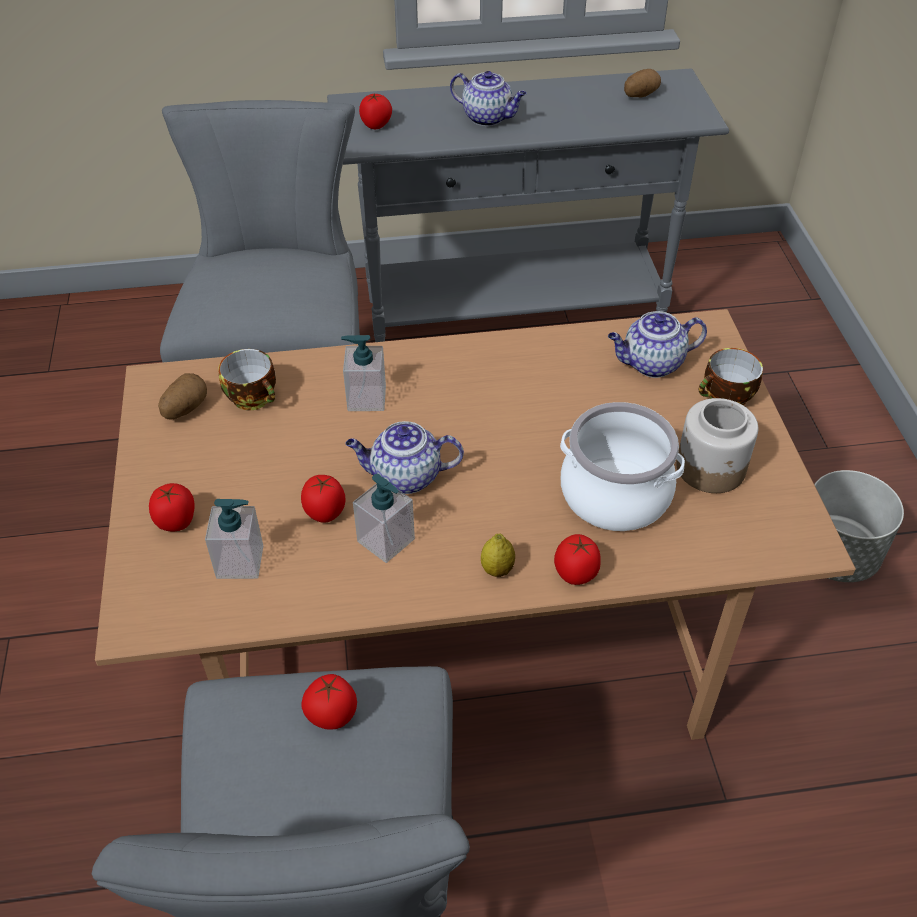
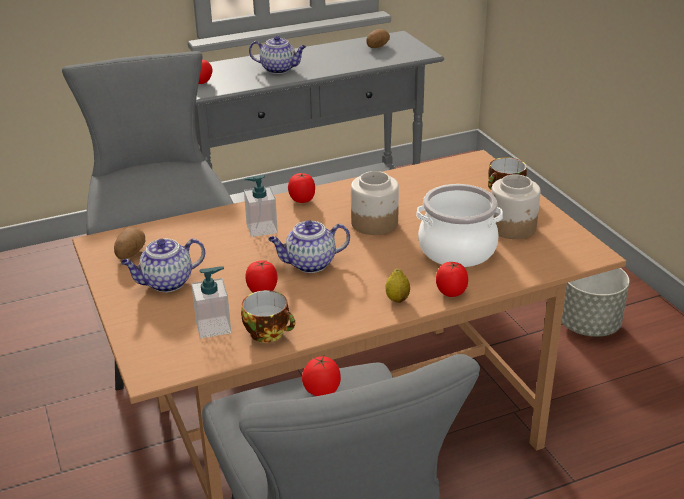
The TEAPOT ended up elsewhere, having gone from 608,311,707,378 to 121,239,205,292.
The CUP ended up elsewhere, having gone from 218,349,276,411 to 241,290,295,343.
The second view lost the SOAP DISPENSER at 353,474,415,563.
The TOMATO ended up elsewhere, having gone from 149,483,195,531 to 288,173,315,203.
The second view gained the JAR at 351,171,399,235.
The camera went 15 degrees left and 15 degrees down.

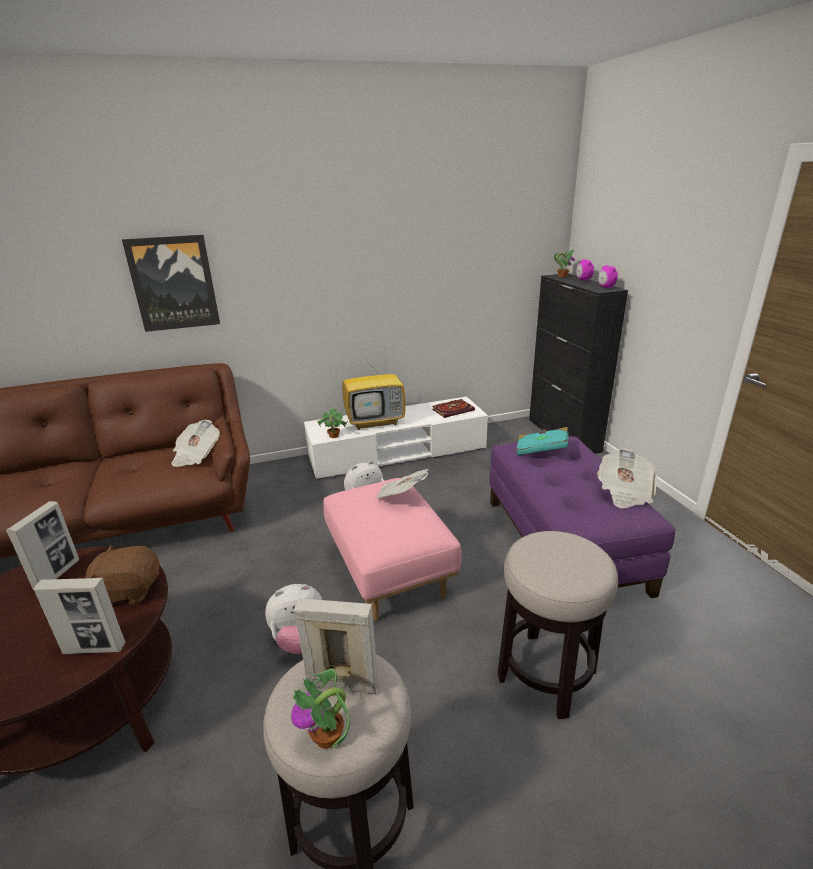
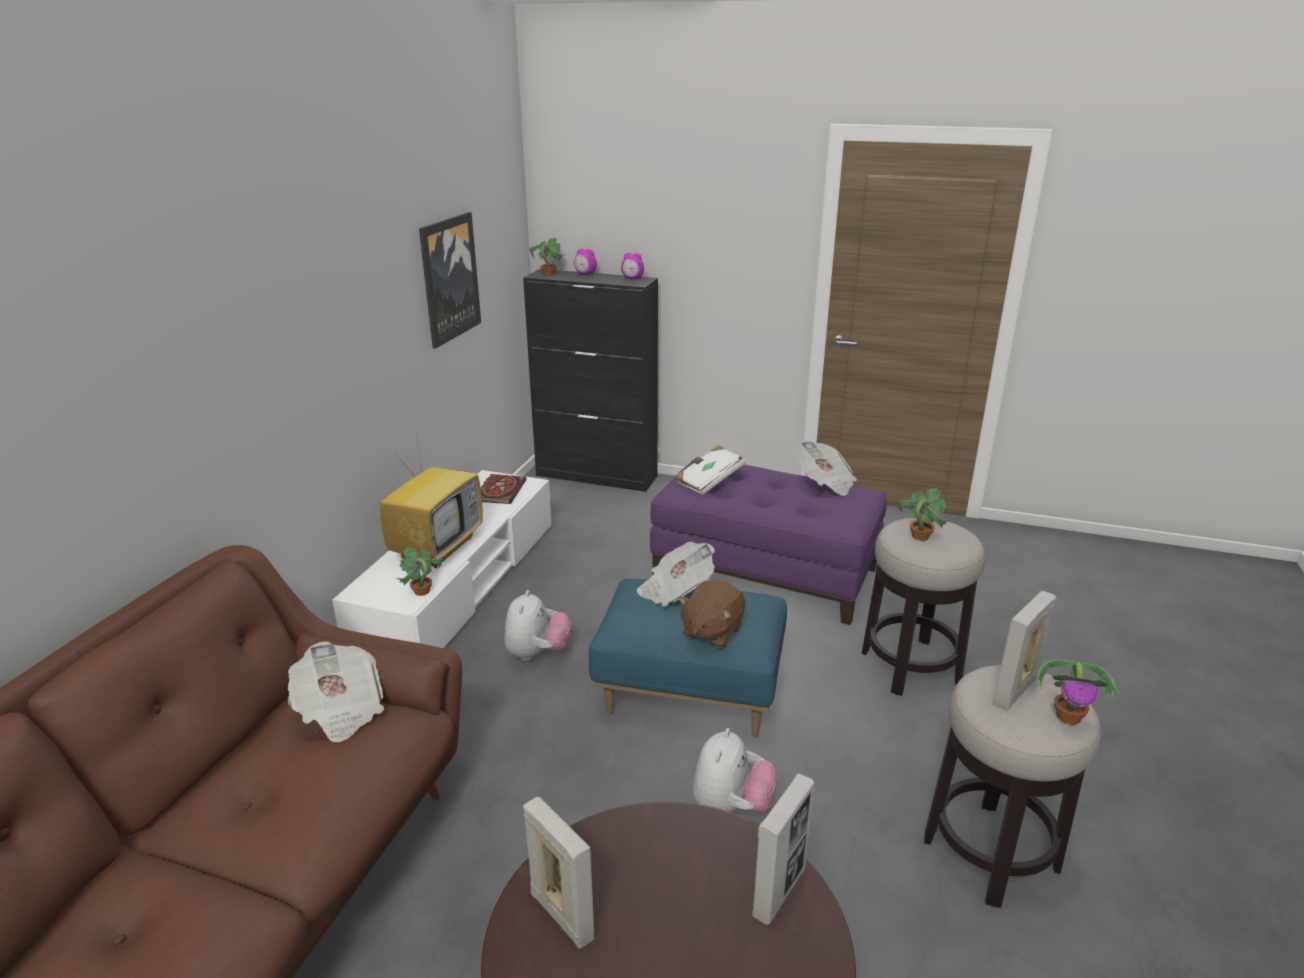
The PICTURE ended up elsewhere, having gone from 122,235,220,332 to 419,212,481,349.
What was the TURQUOISE BOOK at 516,427,569,455 turned into the WHITE BOOK at 675,445,746,495.
What was the PINK OTTOMAN at 323,478,461,622 turned into the BLUE OTTOMAN at 589,578,787,737.
The BROWN PLUSH TOY ended up elsewhere, having gone from 84,545,160,605 to 678,580,745,648.
The second view gained the POTTED PLANT at 898,488,951,541.
The camera went 55 degrees left and 0 degrees up.

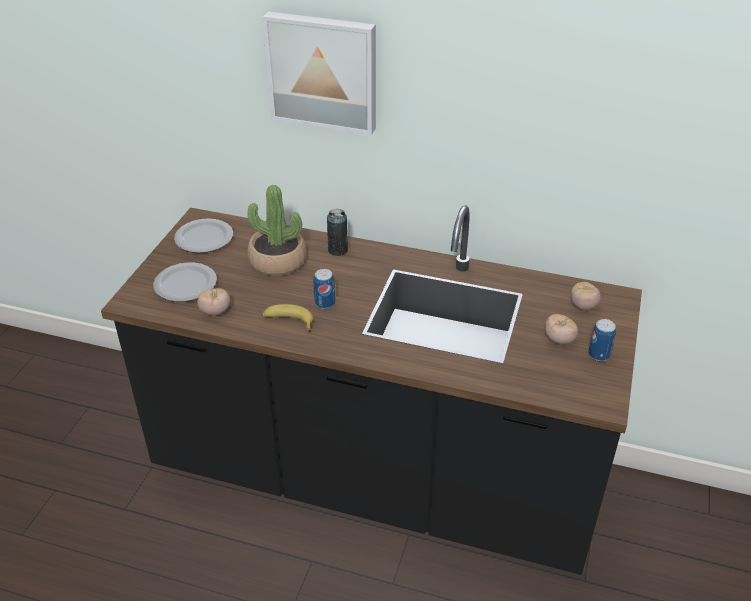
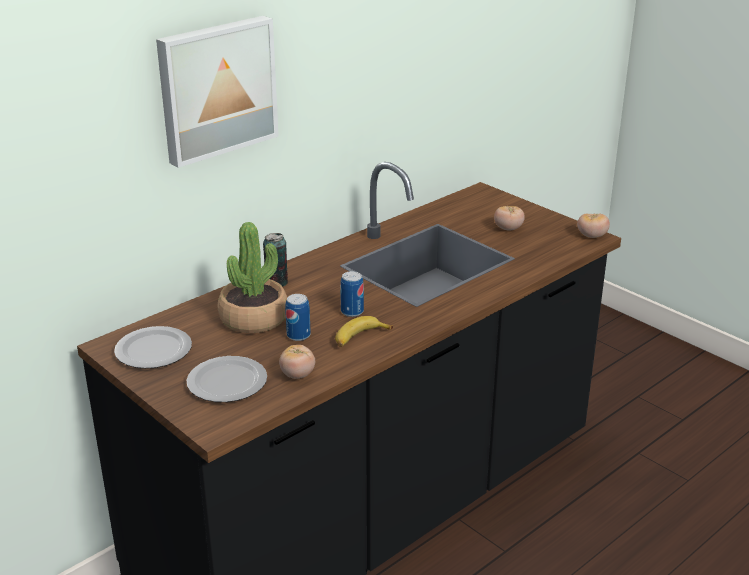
The TOMATO ended up elsewhere, having gone from 570,282,601,310 to 577,213,610,238.
The CAN ended up elsewhere, having gone from 588,319,616,361 to 285,294,311,341.
The camera went 60 degrees left and 10 degrees down.

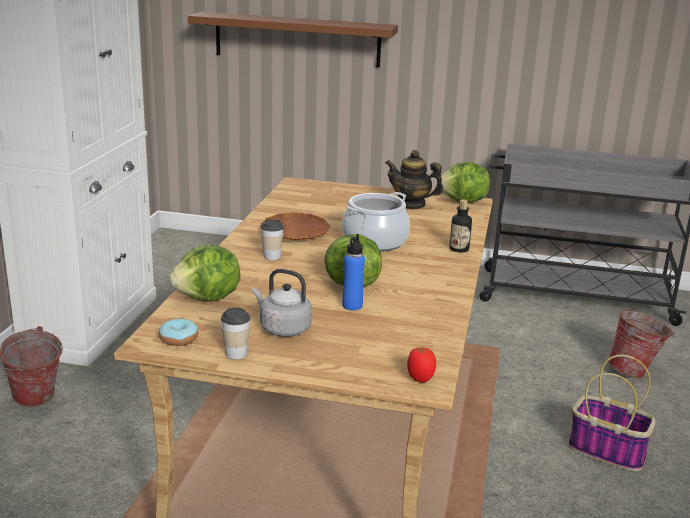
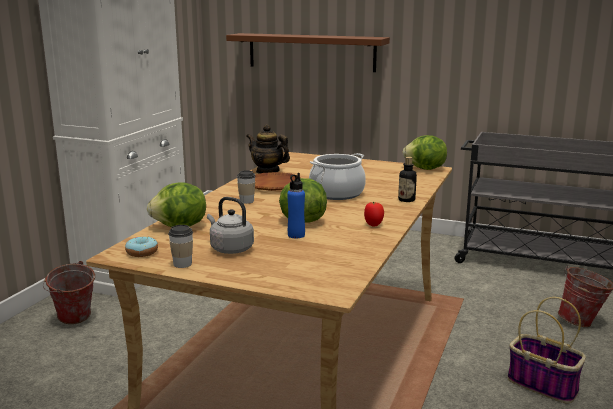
The TEAPOT ended up elsewhere, having gone from 386,150,444,209 to 246,125,290,174.
The TOMATO ended up elsewhere, having gone from 407,347,436,383 to 364,202,384,226.
The camera went 10 degrees right and 5 degrees down.

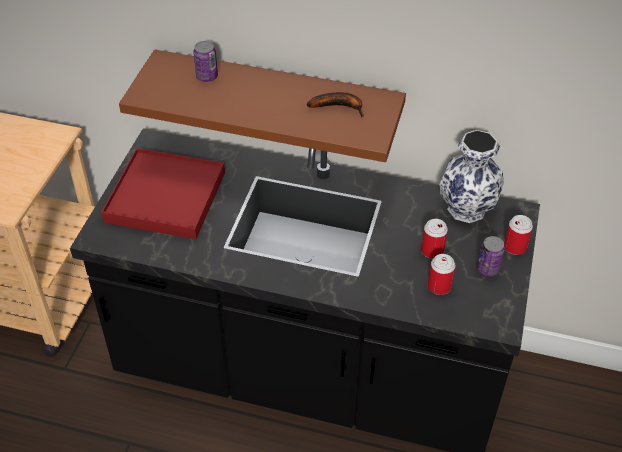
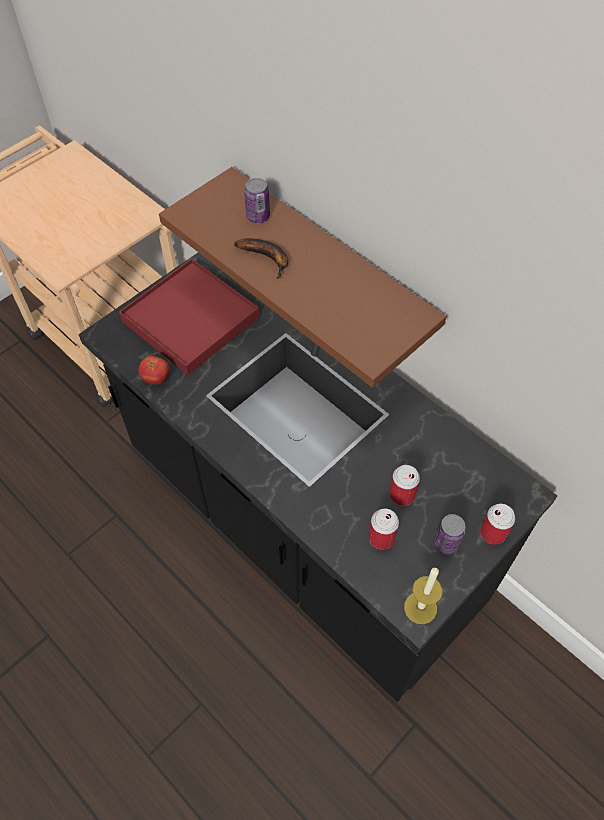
The BANANA ended up elsewhere, having gone from 307,92,364,118 to 234,238,288,279.
The second view lost the VASE at 439,130,504,223.
The second view gained the TOMATO at 139,356,170,385.
The second view gained the CANDLE at 404,568,442,624.
The camera went 30 degrees right and 10 degrees up.

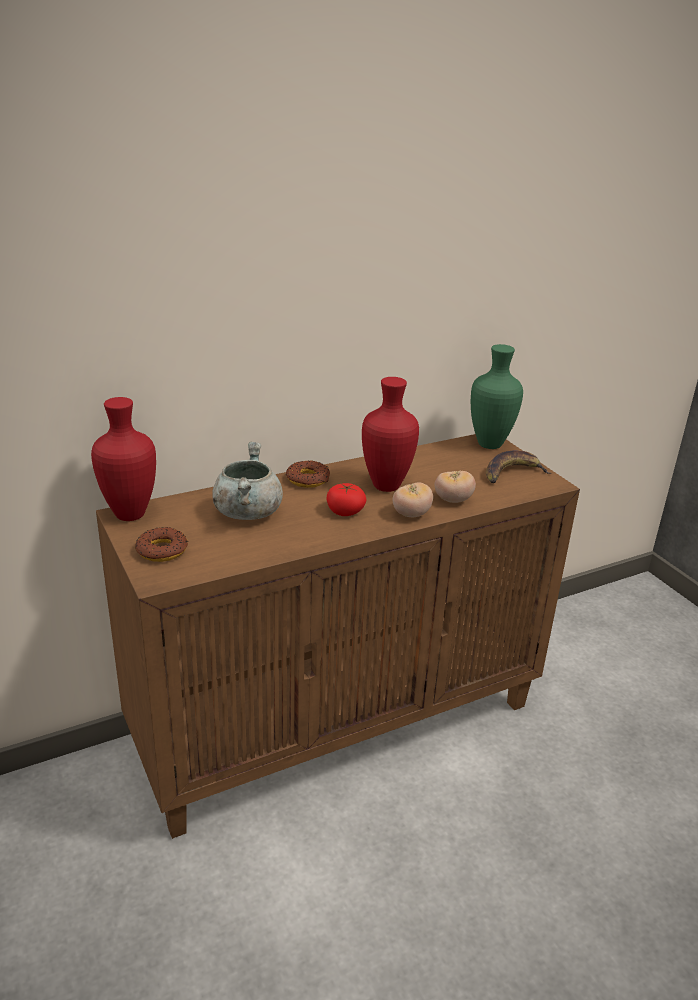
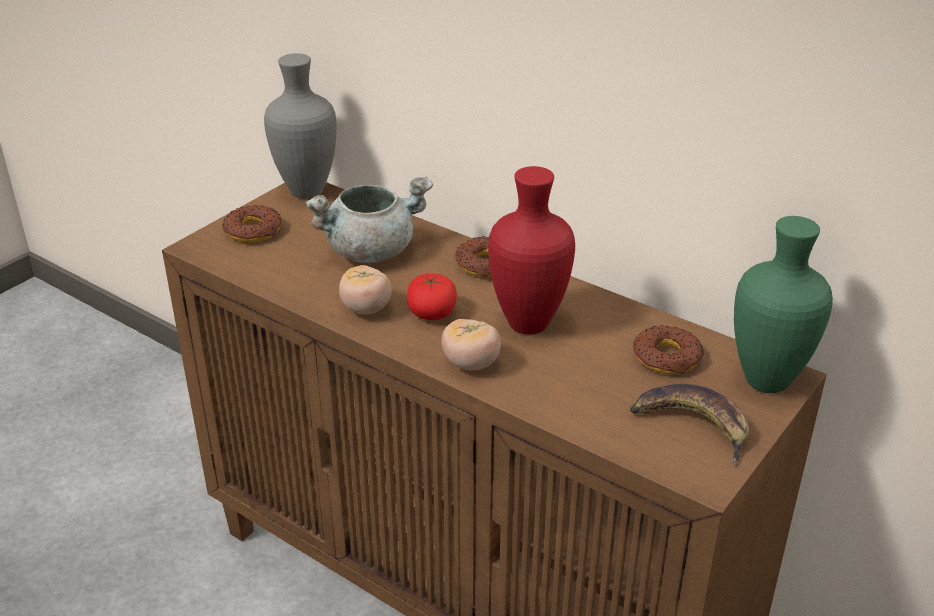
What was the RED VASE at 91,397,156,521 turned into the GREY VASE at 264,53,337,198.
The TOMATO ended up elsewhere, having gone from 435,471,476,503 to 339,265,392,315.
The second view gained the DONUT at 633,325,704,374.
The camera went 65 degrees right and 5 degrees up.

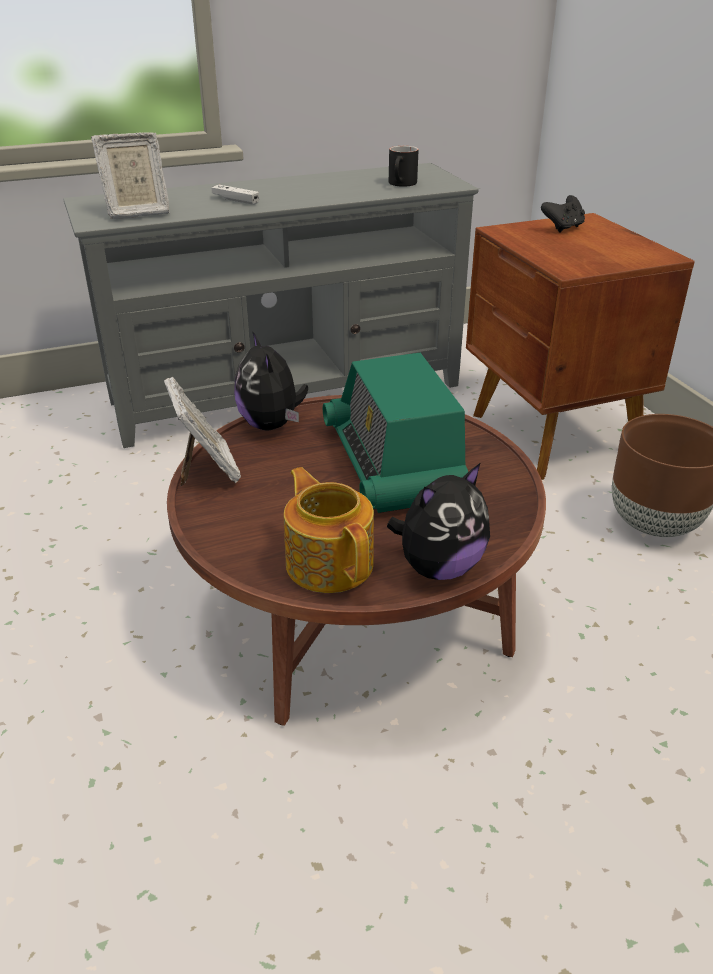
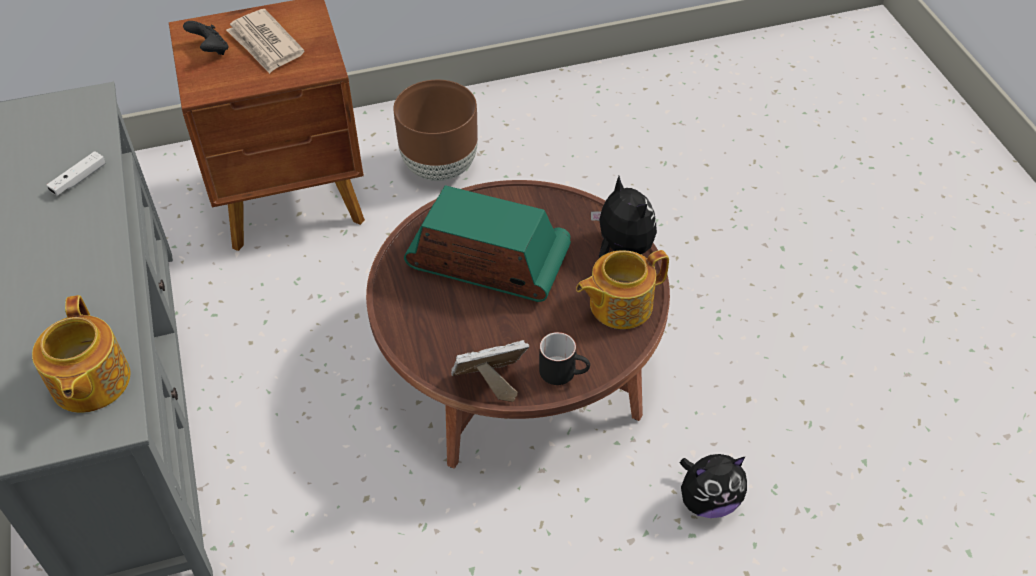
Where the PICTURE FRAME stood at 91,132,170,219, the TEAPOT came to stand at 32,295,130,413.
The BLACK MUG ended up elsewhere, having gone from 389,146,419,187 to 539,332,590,385.
The WHITE GAME CONTROLLER ended up elsewhere, having gone from 212,185,259,205 to 47,151,105,195.
The PLUSH TOY ended up elsewhere, having gone from 234,331,308,431 to 680,454,747,518.
The RADIO at 323,353,468,513 ended up facing another way, 150 degrees counterclockwise from before.
The second view gained the NEWSPAPER at 226,9,305,74.
The camera went 85 degrees left and 15 degrees up.

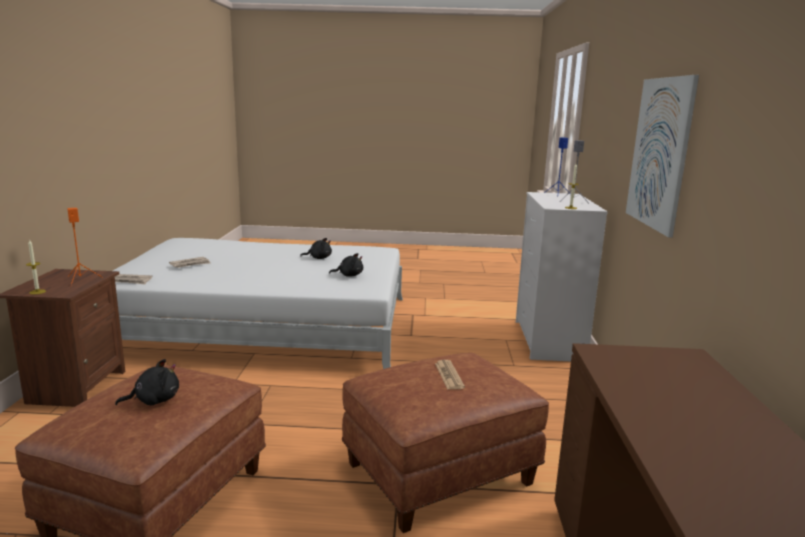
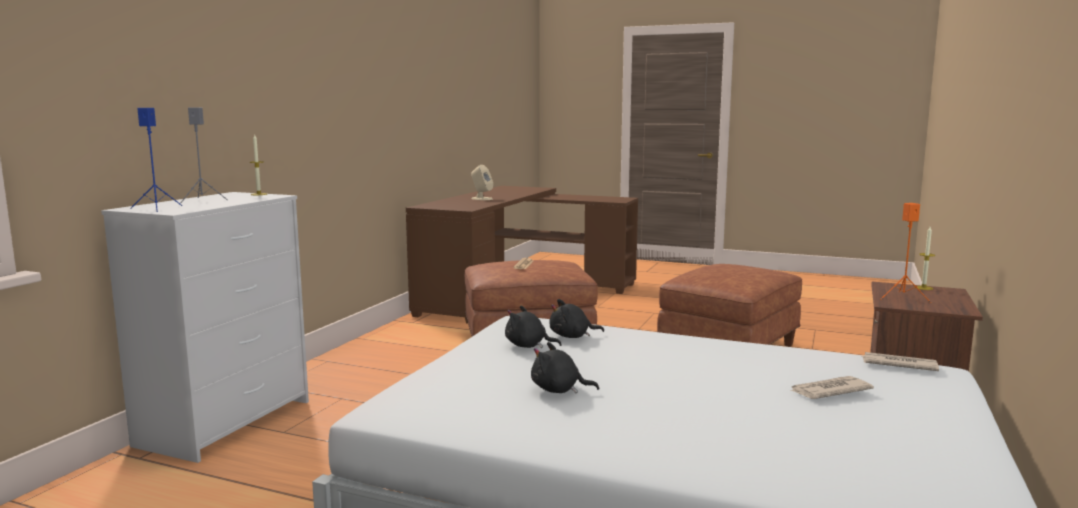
The second view lost the PICTURE at 626,75,699,238.
The BLACK PLUSH TOY ended up elsewhere, having gone from 115,359,179,406 to 550,299,604,338.
The second view gained the BEIGE SPEAKER at 471,165,493,200.
The camera went 160 degrees left and 5 degrees down.

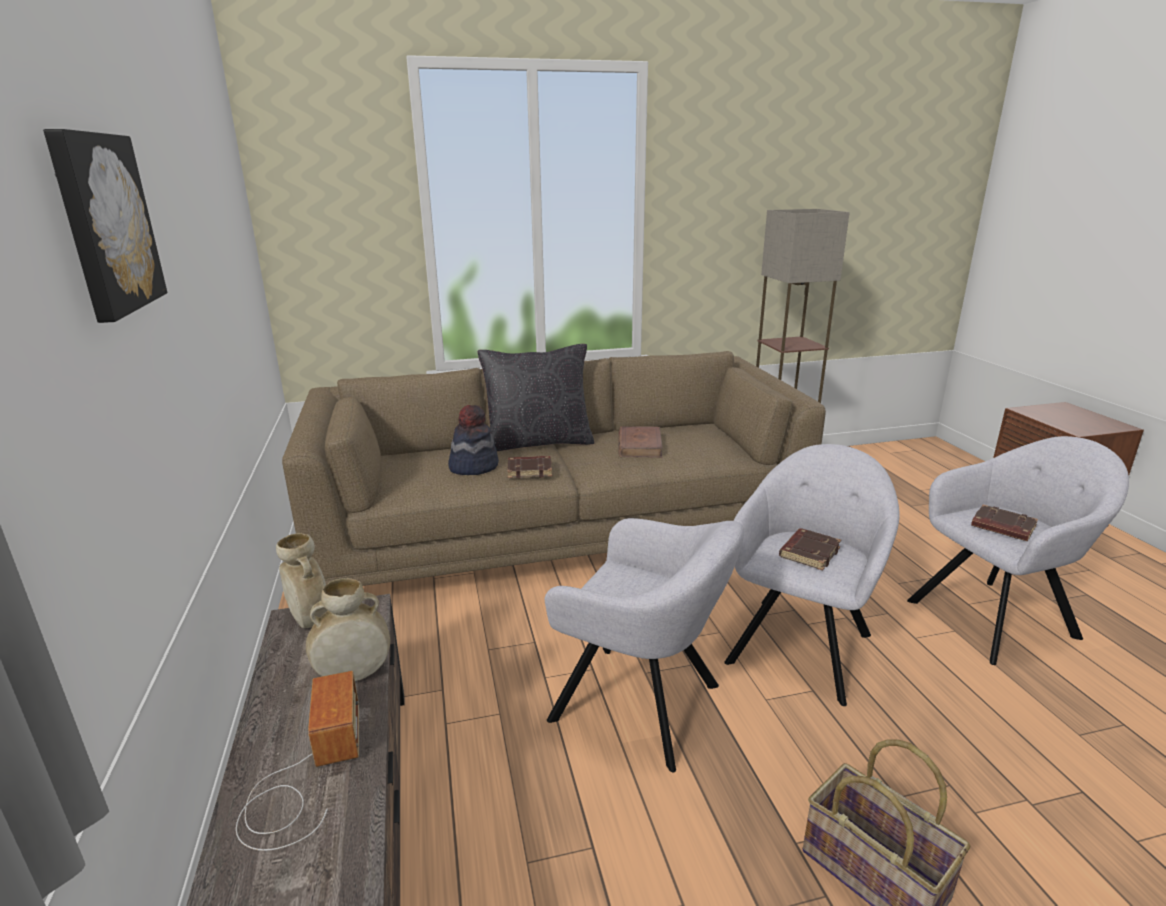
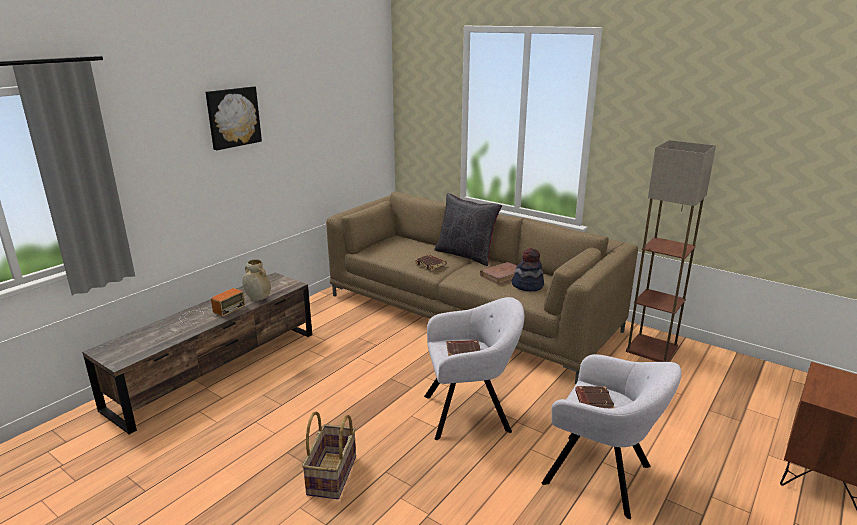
The HAT ended up elsewhere, having gone from 448,405,499,475 to 511,248,544,291.
The second view lost the GREY ARMCHAIR at 545,518,744,772.
The second view lost the BEIGE VASE at 276,533,328,628.
The camera went 50 degrees right and 0 degrees up.

